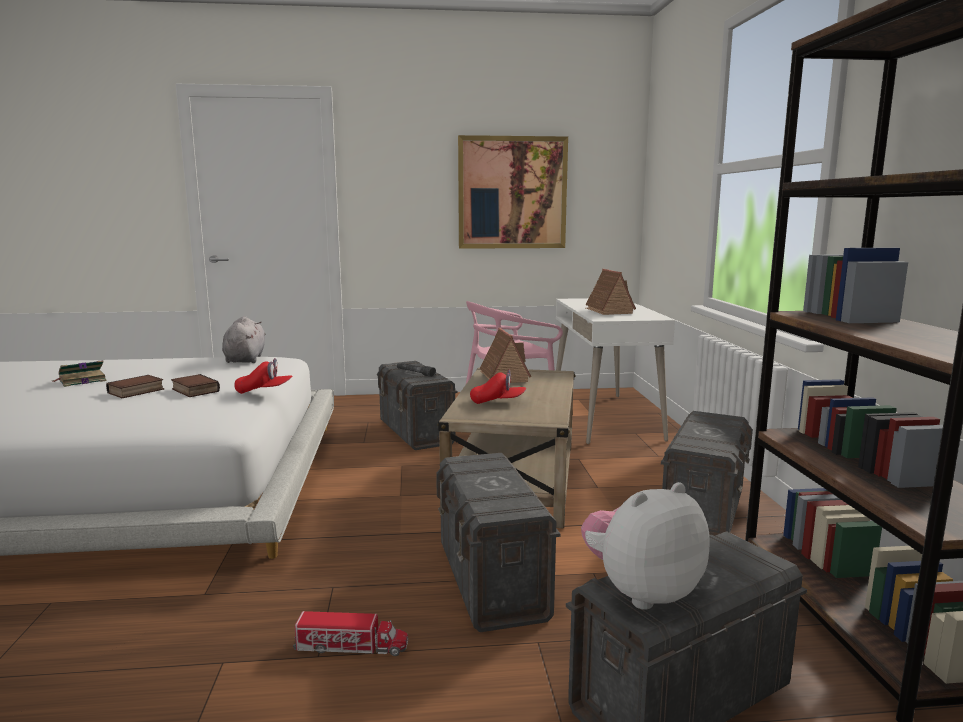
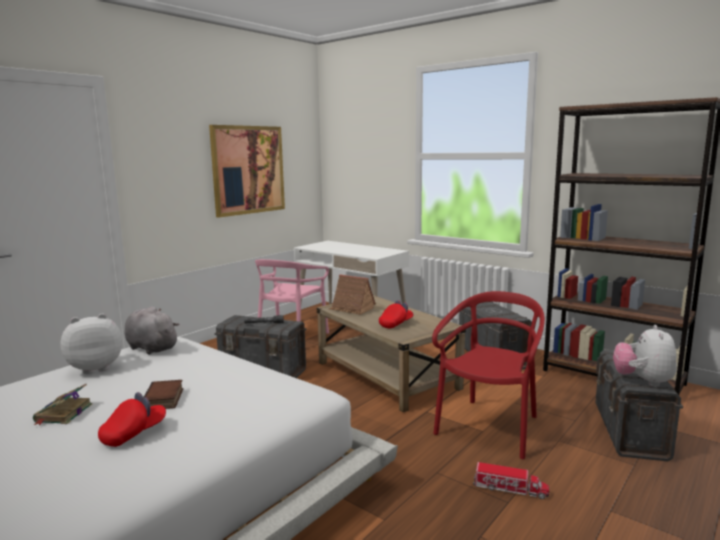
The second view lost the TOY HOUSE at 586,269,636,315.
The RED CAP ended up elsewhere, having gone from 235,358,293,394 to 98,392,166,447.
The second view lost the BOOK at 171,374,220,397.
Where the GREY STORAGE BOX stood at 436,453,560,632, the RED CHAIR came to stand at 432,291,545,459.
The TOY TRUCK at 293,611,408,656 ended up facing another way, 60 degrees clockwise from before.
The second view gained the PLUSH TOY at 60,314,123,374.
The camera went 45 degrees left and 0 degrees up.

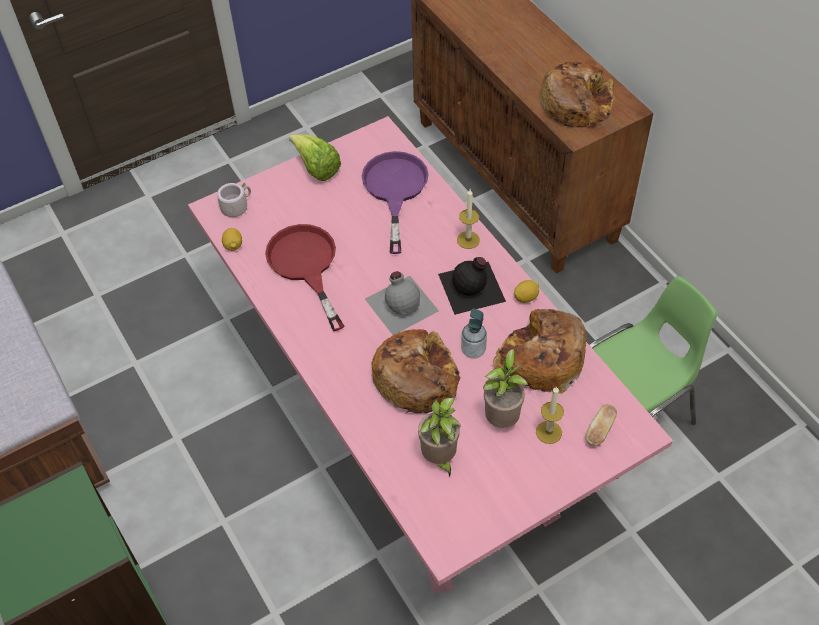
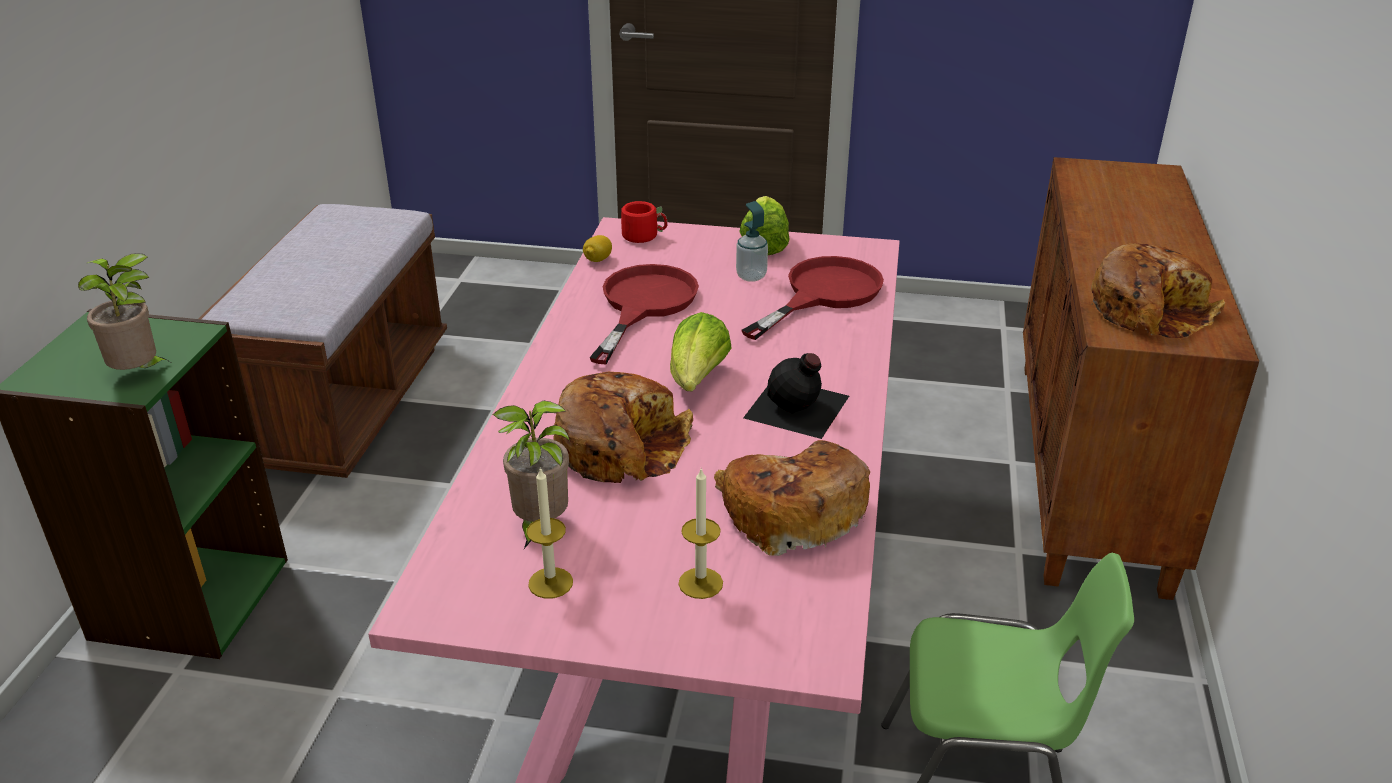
What was the PURPLE FRYING PAN at 362,151,429,254 turned into the RED FRYING PAN at 741,256,884,340.
What was the GREY MUG at 212,182,251,217 turned into the RED MUG at 621,201,668,243.
The CANDLE ended up elsewhere, having gone from 457,189,480,249 to 526,467,573,599.
Where the GREY BOTTLE stood at 365,271,439,335, the LETTUCE came to stand at 670,312,732,392.
The second view lost the LEMON at 514,280,539,303.
The SOAP DISPENSER ended up elsewhere, having gone from 461,308,487,359 to 736,201,768,282.
The POTTED PLANT ended up elsewhere, having gone from 483,349,528,428 to 78,253,173,370.
The second view lost the BREAD at 585,404,617,446.
The camera went 40 degrees right and 20 degrees down.

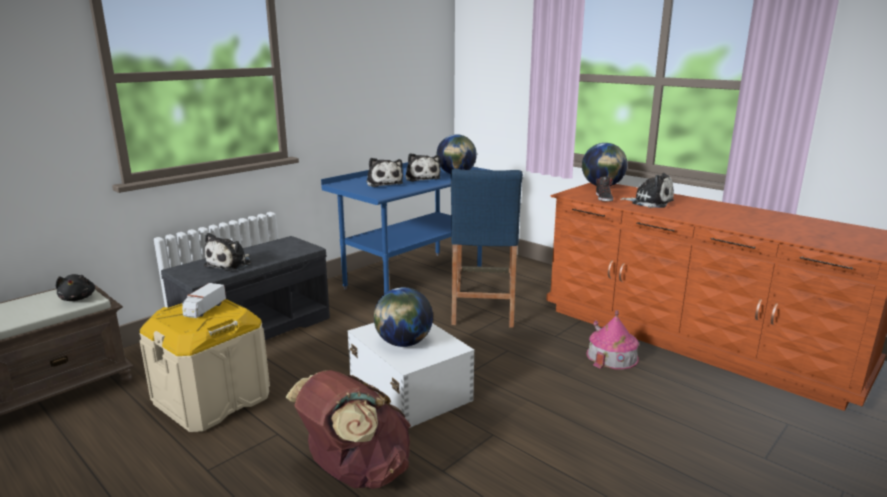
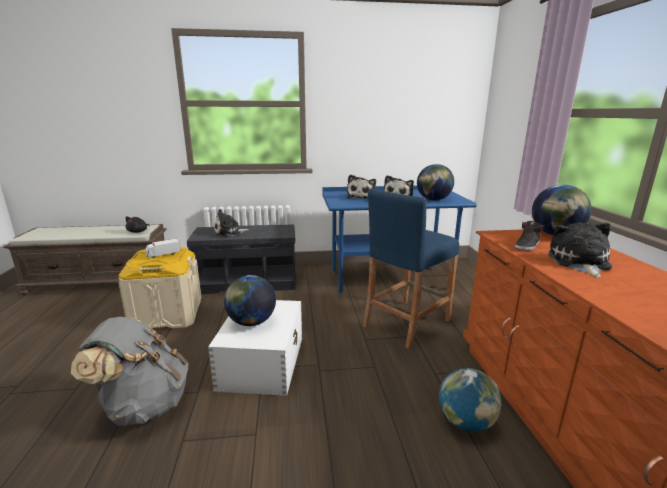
The PLUSH TOY at 620,173,674,208 ended up facing another way, 150 degrees counterclockwise from before.
Where the TOY HOUSE stood at 586,310,639,369, the GLOBE came to stand at 439,368,502,432.
What was the BROWN BACKPACK at 286,370,411,489 turned into the GREY BACKPACK at 71,317,188,426.
The camera went 40 degrees right and 0 degrees up.

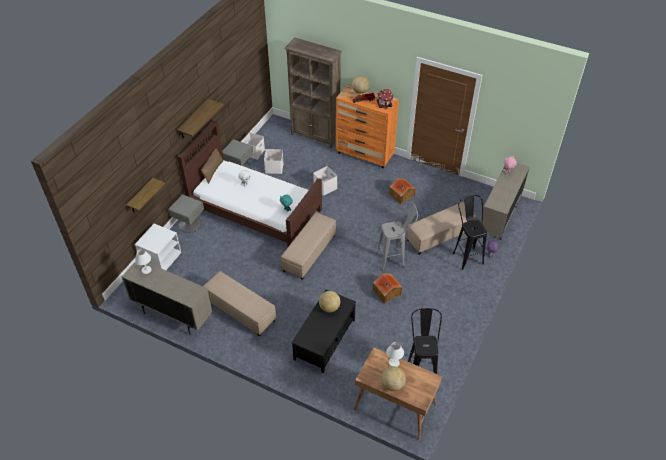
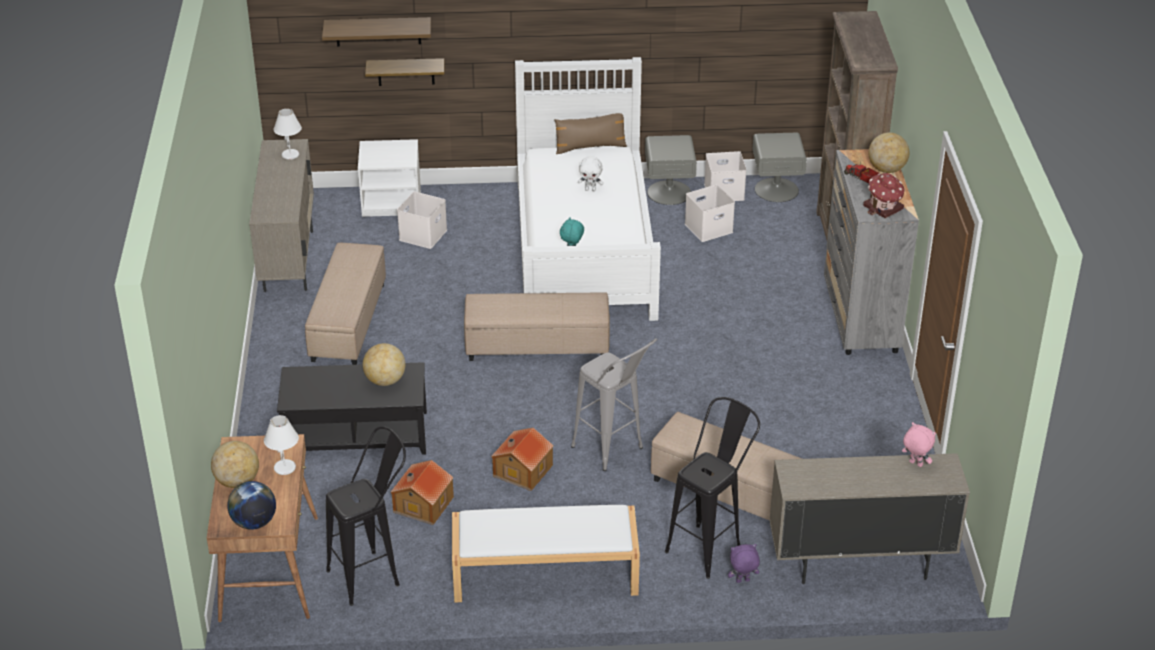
What was the ORANGE DRESSER at 336,84,399,168 turned into the GREY DRESSER at 824,149,919,355.
The SHELF ended up elsewhere, having gone from 177,99,223,138 to 322,17,431,46.
What was the BROWN BED at 177,119,322,247 turned into the WHITE BED at 515,57,661,321.
The WHITE STORAGE BOX ended up elsewhere, having gone from 313,166,337,196 to 397,191,447,249.
The TOY HOUSE ended up elsewhere, having gone from 389,178,416,204 to 391,460,454,525.
The GREY NIGHTSTAND ended up elsewhere, having gone from 169,194,204,233 to 753,133,807,202.
The second view gained the GLOBE at 227,481,276,530.
The second view gained the WHITE BENCH at 452,505,640,602.
The camera went 60 degrees right and 10 degrees down.

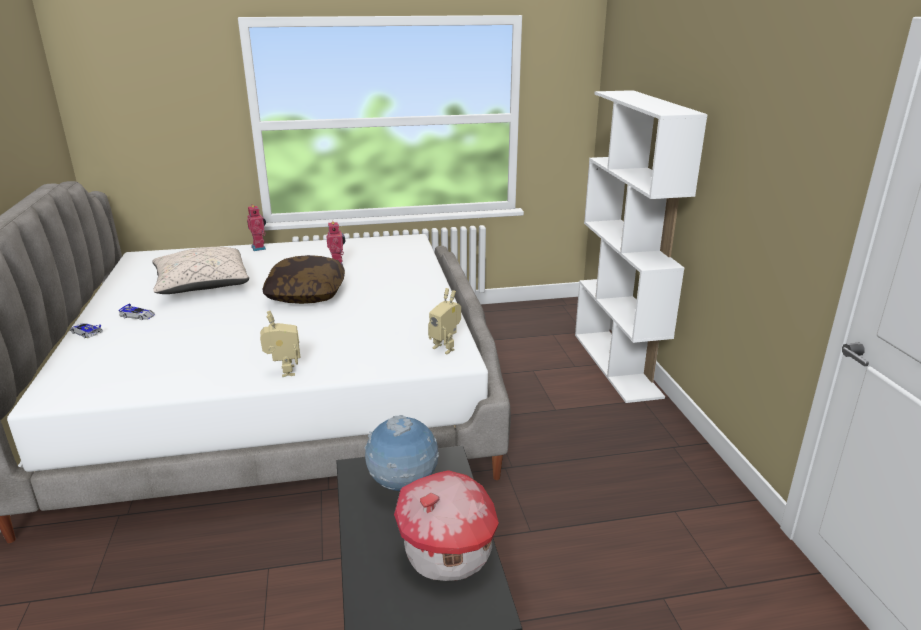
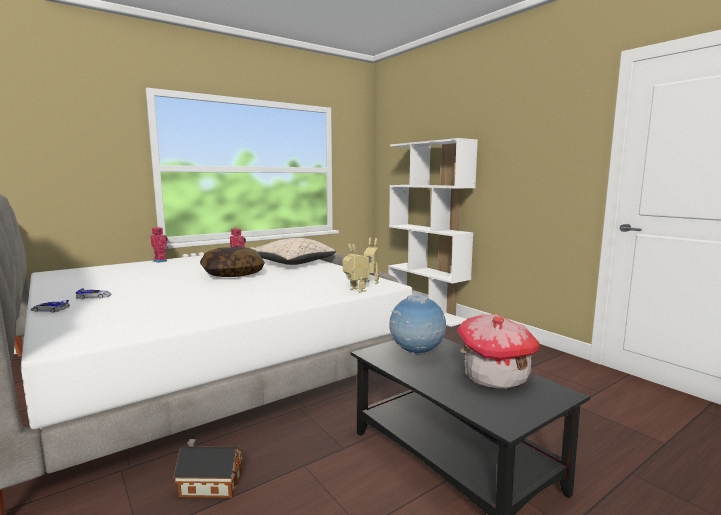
The BEIGE PILLOW ended up elsewhere, having gone from 152,247,249,294 to 254,238,336,265.
The TOY ROBOT ended up elsewhere, having gone from 260,311,300,377 to 343,244,370,293.
The second view gained the TOY HOUSE at 173,439,243,498.
The camera went 25 degrees left and 15 degrees down.

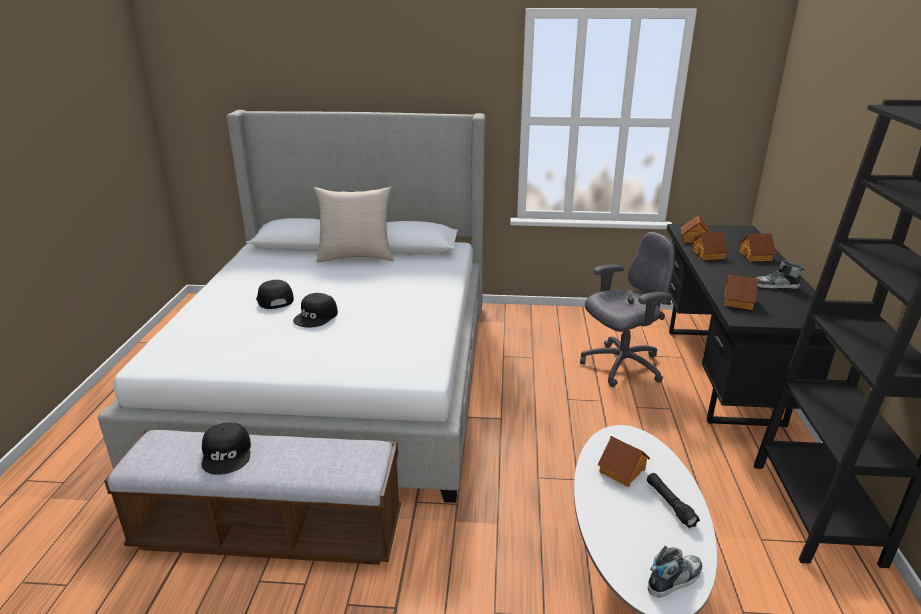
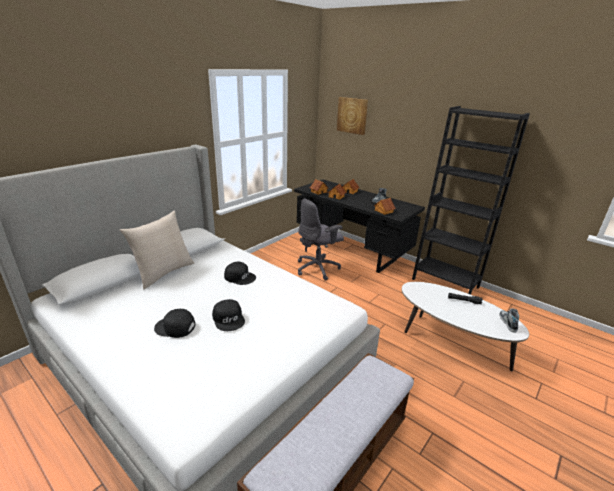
The GREY OFFICE CHAIR at 580,232,675,387 ended up facing another way, 135 degrees counterclockwise from before.
The BLACK CAP ended up elsewhere, having gone from 202,423,251,475 to 224,262,256,285.
The second view lost the TOY HOUSE at 597,436,650,487.
The second view gained the PICTURE at 337,97,368,135.
The camera went 55 degrees left and 0 degrees up.

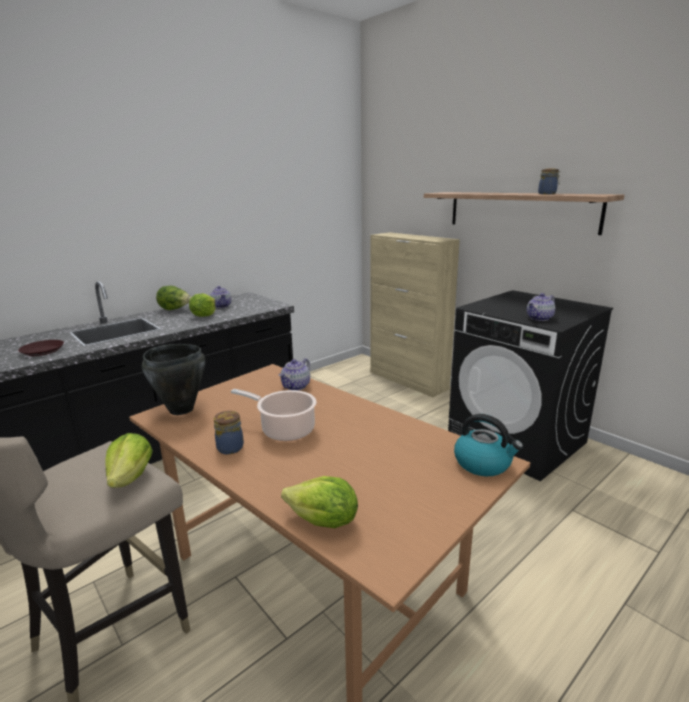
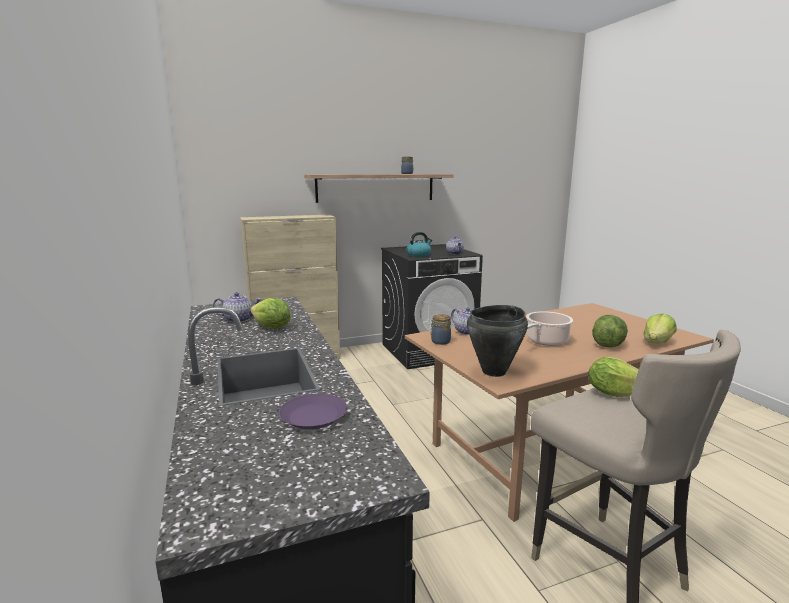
The LETTUCE ended up elsewhere, having gone from 156,286,191,310 to 592,315,628,348.
What was the BROWN PLATE at 18,340,64,356 turned into the PURPLE PLATE at 279,393,347,430.
The JAR ended up elsewhere, having gone from 214,411,244,454 to 430,314,451,345.
The KETTLE ended up elsewhere, having gone from 454,414,523,476 to 407,232,432,257.
The camera went 70 degrees left and 5 degrees down.

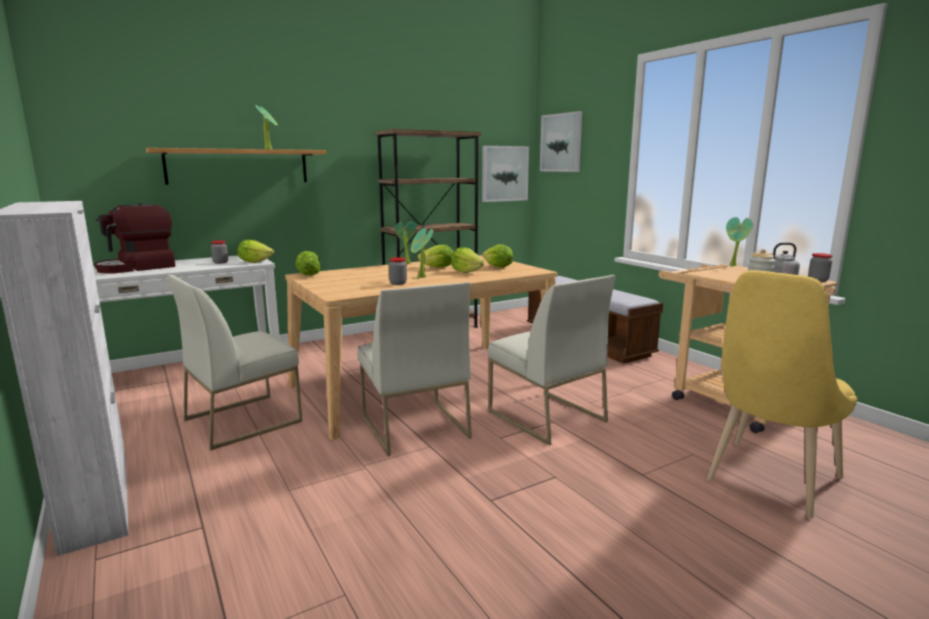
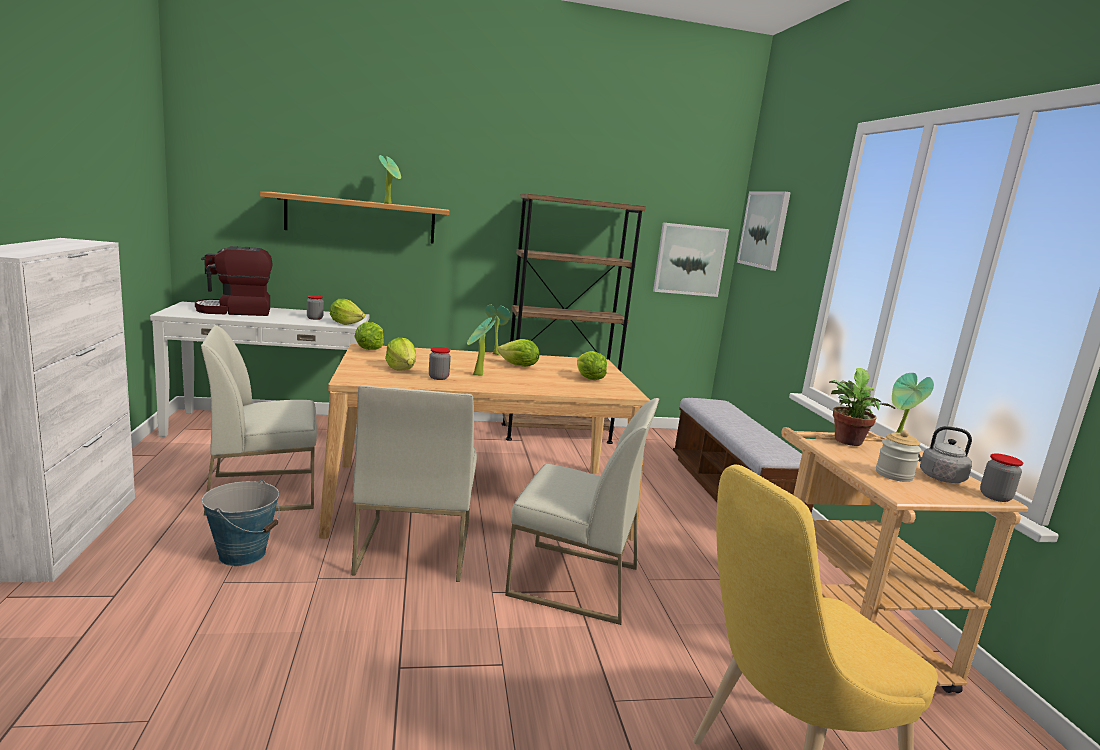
The LETTUCE ended up elsewhere, having gone from 451,247,484,273 to 385,337,416,371.
The WHITE CHAIR at 488,275,616,445 ended up facing another way, 60 degrees counterclockwise from before.
The second view gained the POTTED PLANT at 829,368,896,446.
The second view gained the BUCKET at 202,480,279,566.
The camera went 20 degrees right and 0 degrees up.

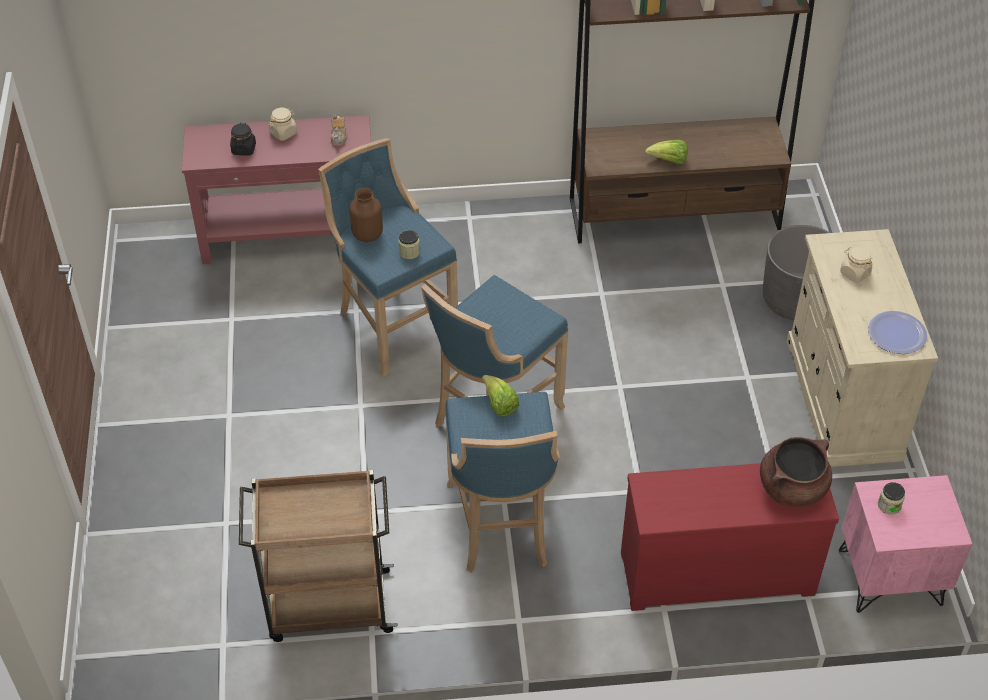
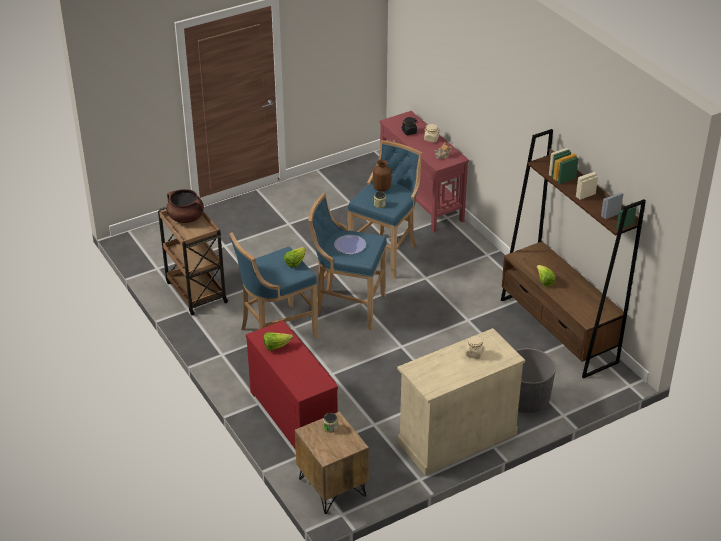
The PLATE ended up elsewhere, having gone from 868,311,927,354 to 334,235,366,254.
The BROWN COOKING POT ended up elsewhere, having gone from 760,437,832,508 to 166,189,204,223.
What was the PINK NIGHTSTAND at 839,475,972,613 turned into the BROWN NIGHTSTAND at 295,412,369,514.
The second view gained the LETTUCE at 264,332,293,351.
The camera went 65 degrees right and 10 degrees down.

